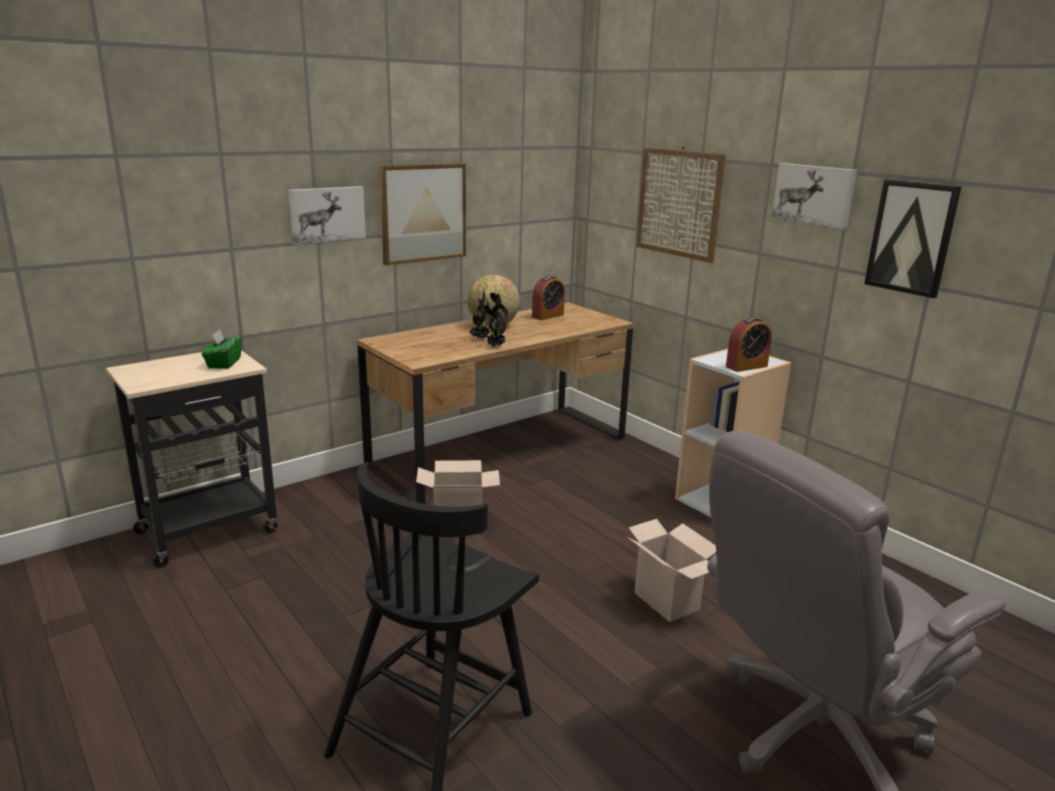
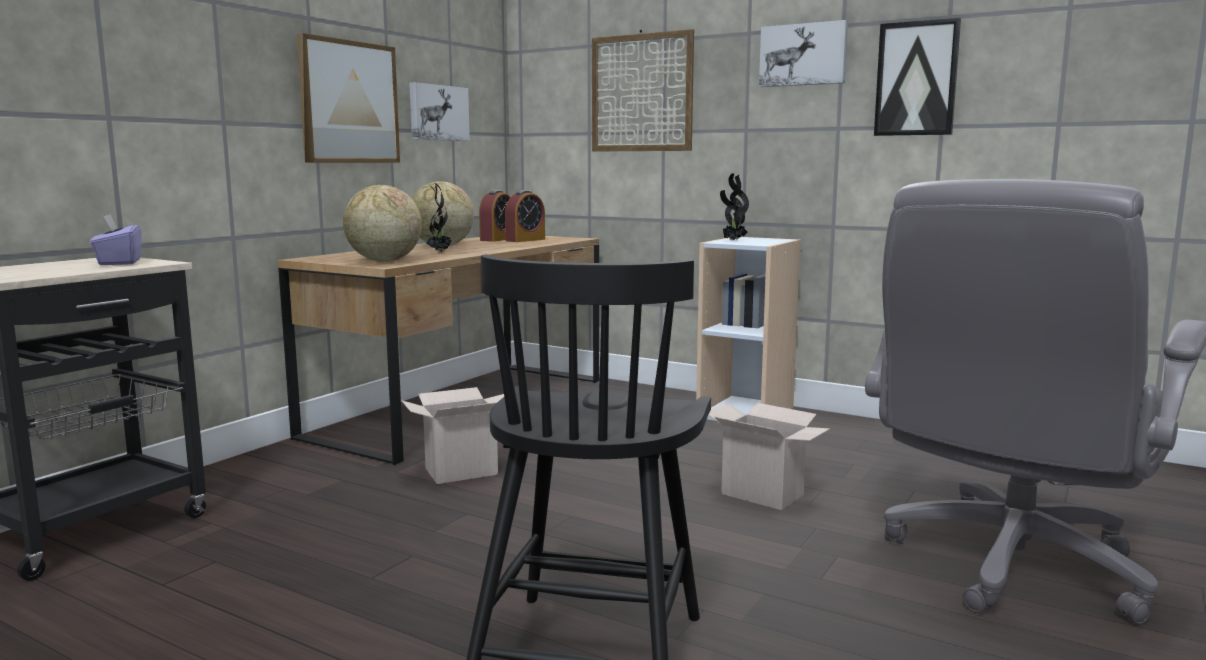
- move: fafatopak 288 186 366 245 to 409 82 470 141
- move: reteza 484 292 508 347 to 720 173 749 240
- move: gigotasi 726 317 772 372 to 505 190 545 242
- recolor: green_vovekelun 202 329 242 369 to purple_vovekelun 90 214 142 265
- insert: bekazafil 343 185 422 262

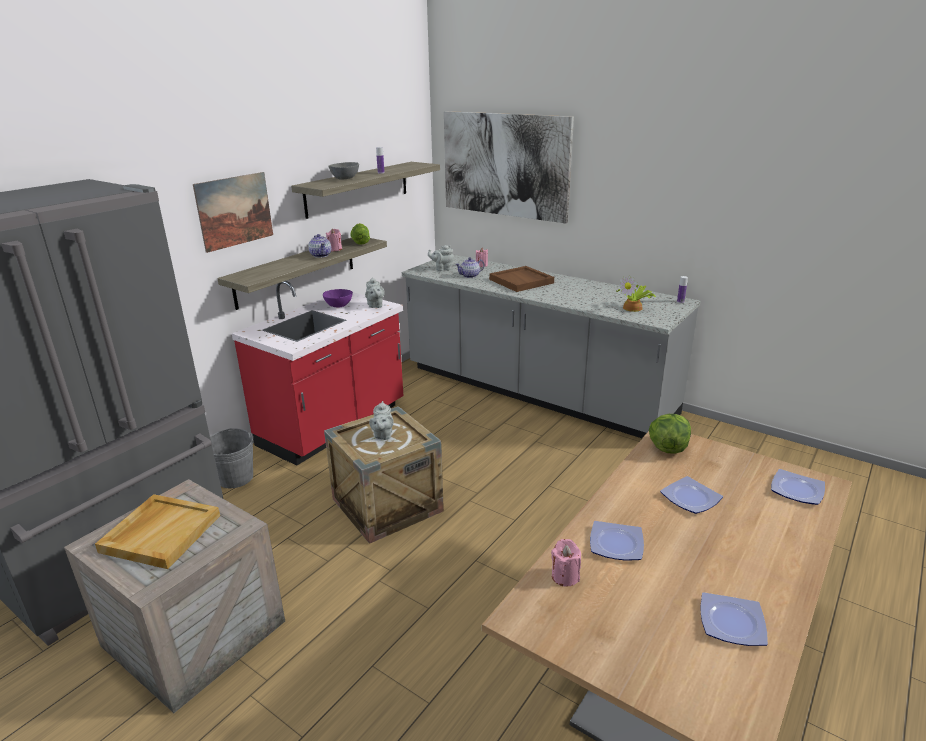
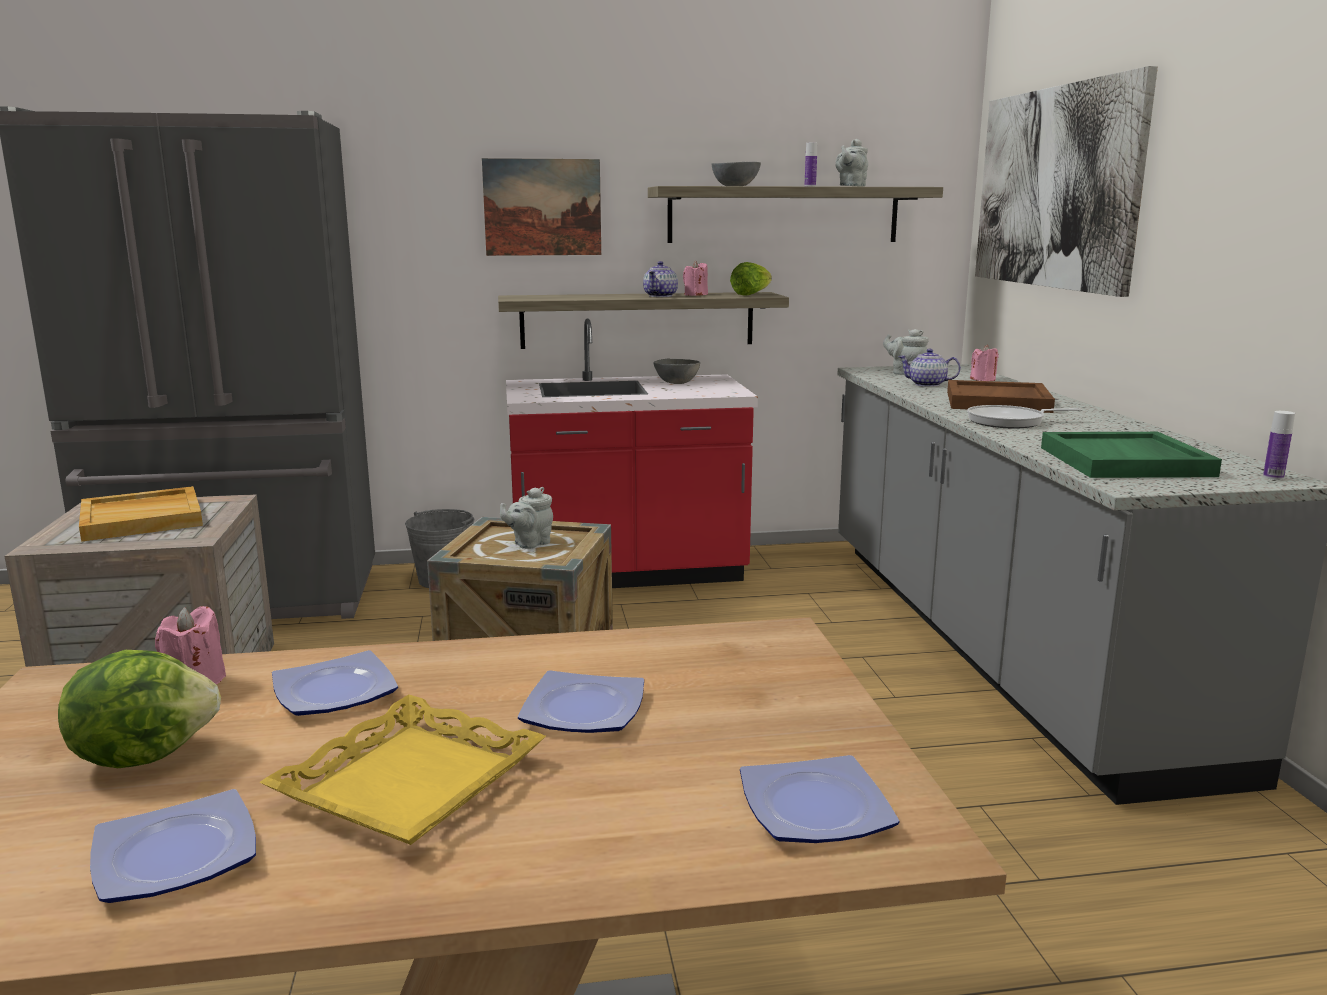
- replace: reteza 617 275 656 312 to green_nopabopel 1041 432 1222 478
- move: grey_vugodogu 365 277 385 308 to 835 139 868 187
- recolor: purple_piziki 323 289 353 307 to grey_piziki 653 359 700 384
- move: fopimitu 649 414 691 454 to 58 650 221 768
- insert: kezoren 967 405 1081 429
- insert: yellow_nopabopel 259 695 546 845

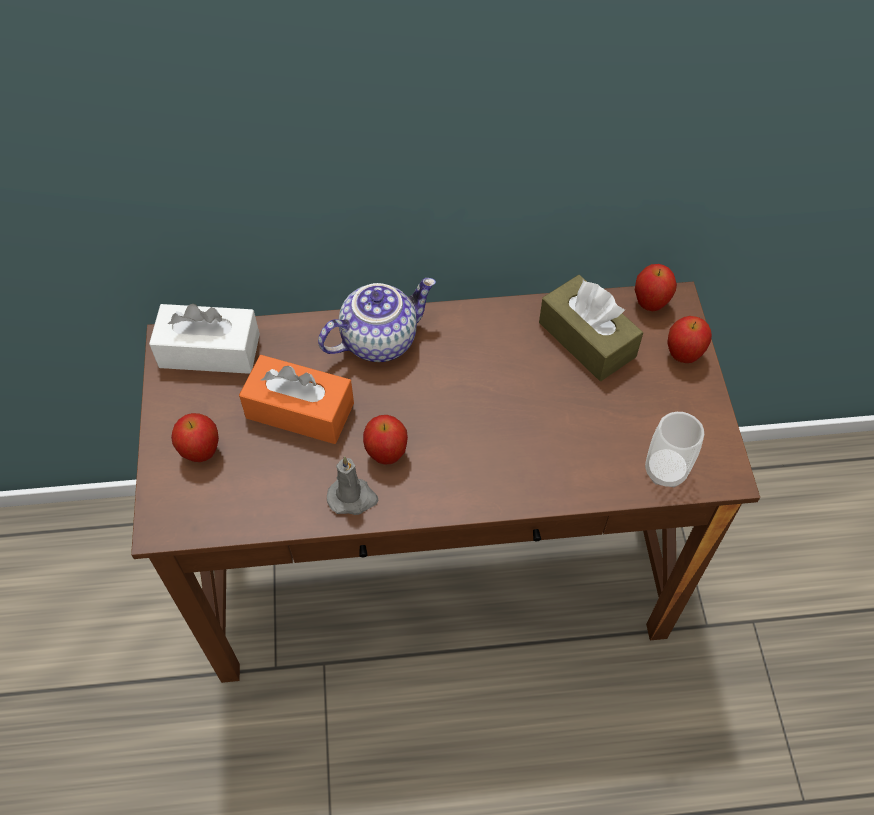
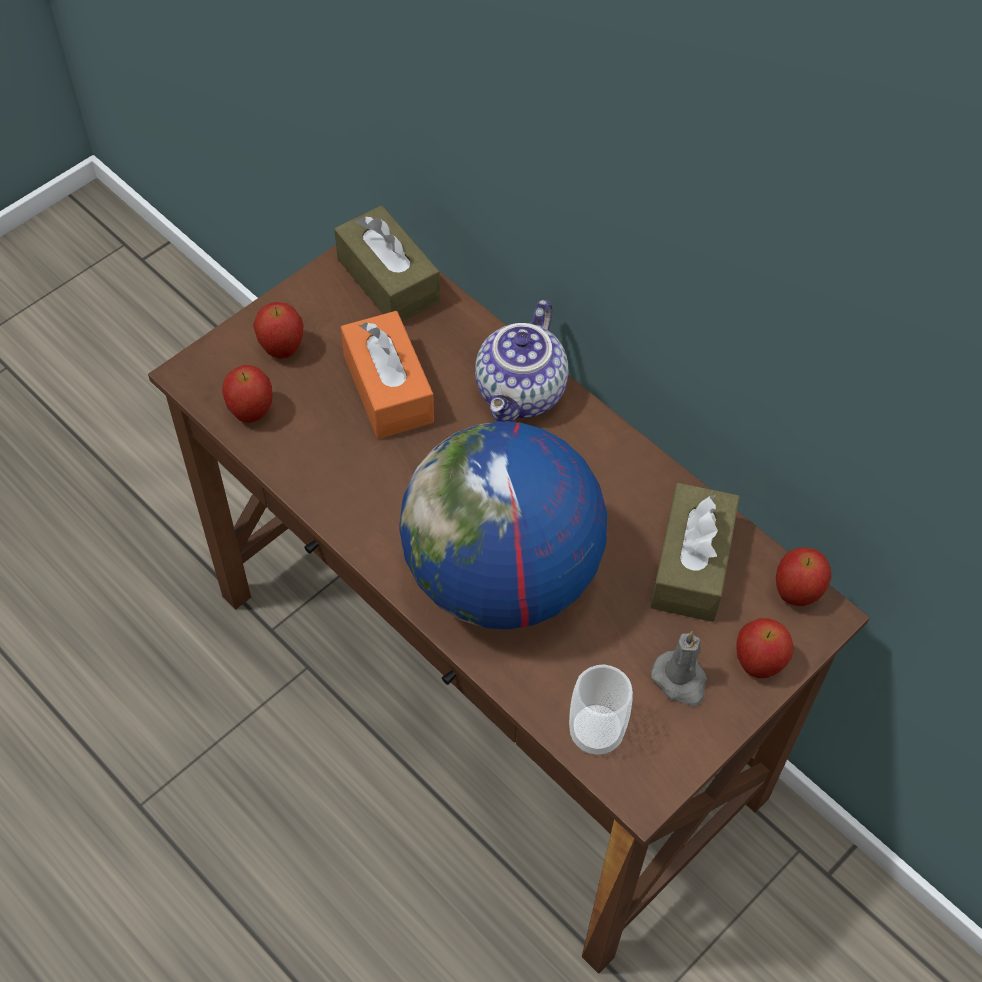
- rotate: vugodogu 318 278 436 362 = 475 300 568 422 90 degrees clockwise
- recolor: white_vovekelun 149 304 260 374 to brown_vovekelun 334 205 440 321
- move: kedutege 363 415 408 464 to 222 365 272 423
- move: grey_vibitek 327 456 379 515 to 651 632 707 706
- insert: bekazafil 399 421 607 630

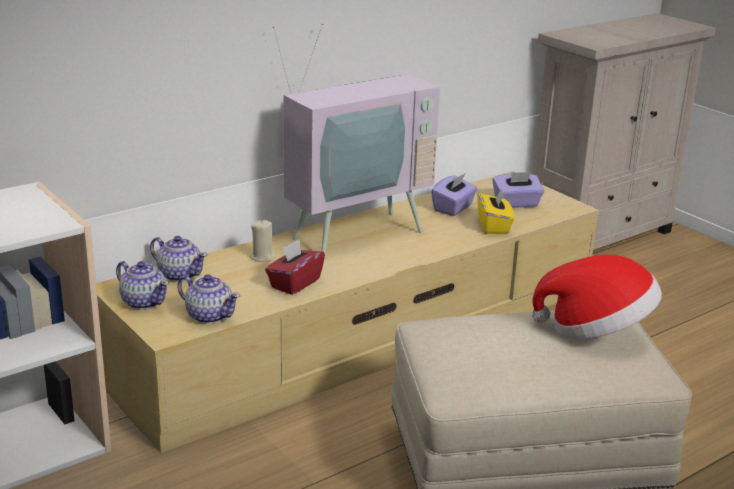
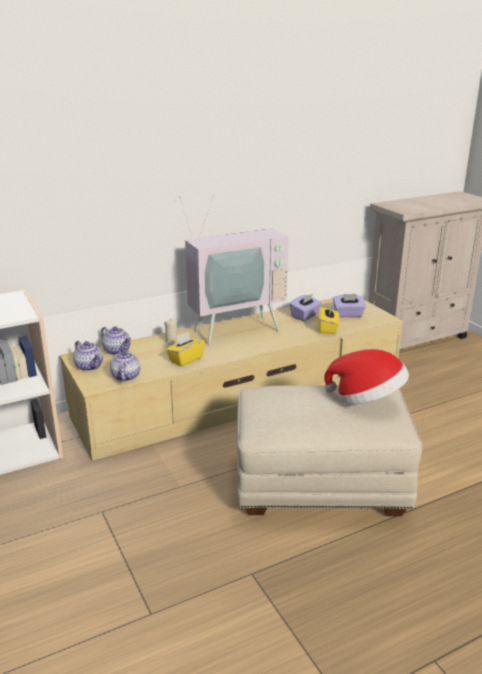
- recolor: red_vovekelun 265 239 325 295 to yellow_vovekelun 166 332 205 366
- rotate: vugodogu 177 274 240 324 = 110 347 140 381 135 degrees counterclockwise

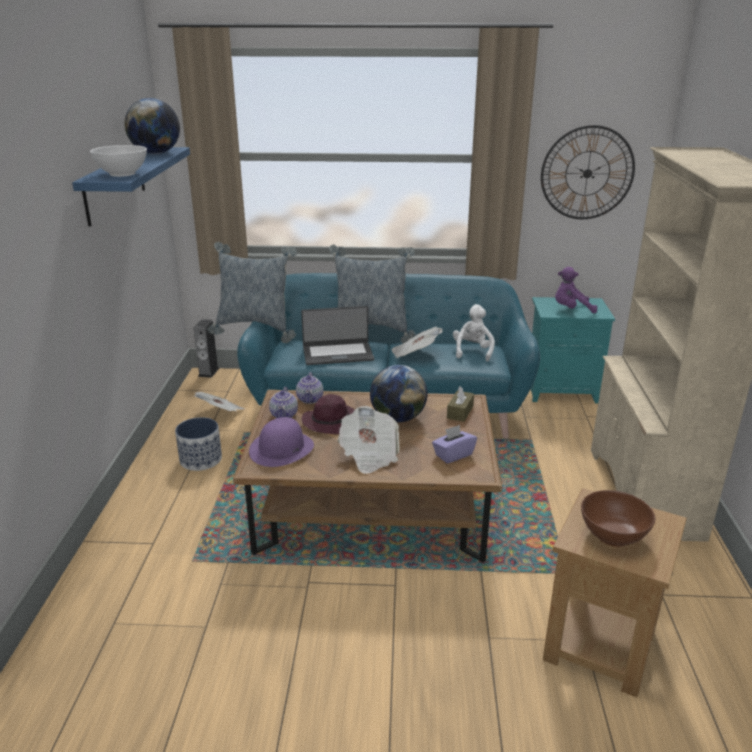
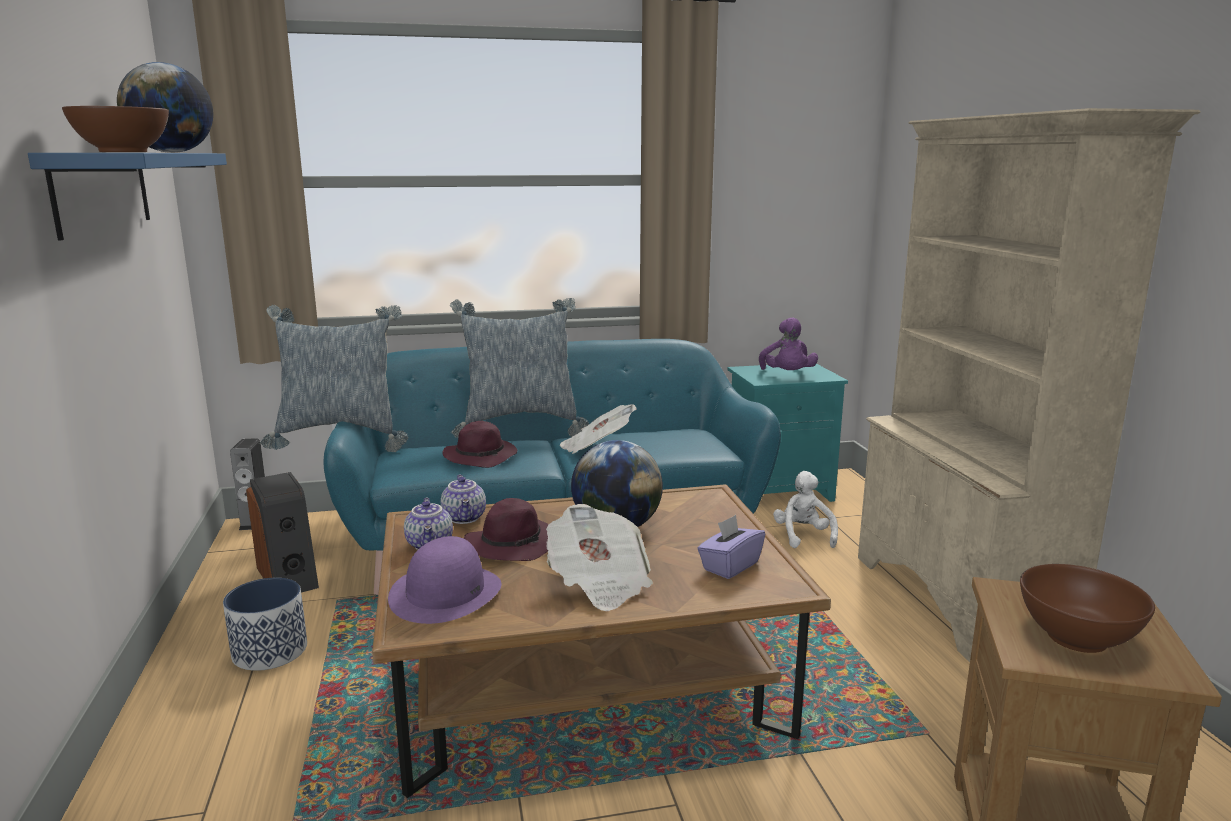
- delete: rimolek 541 125 635 219
- recolor: white_piziki 90 145 147 177 to brown_piziki 62 106 169 152
- rotate: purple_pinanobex 555 267 597 313 = 759 318 818 370 75 degrees counterclockwise
- move: white_pinanobex 453 304 495 362 to 773 471 838 548
- replace: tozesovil 301 306 374 365 to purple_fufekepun 442 421 517 468
- delete: brown_vovekelun 447 386 474 422
- replace: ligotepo 194 392 245 411 to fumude 246 472 319 593

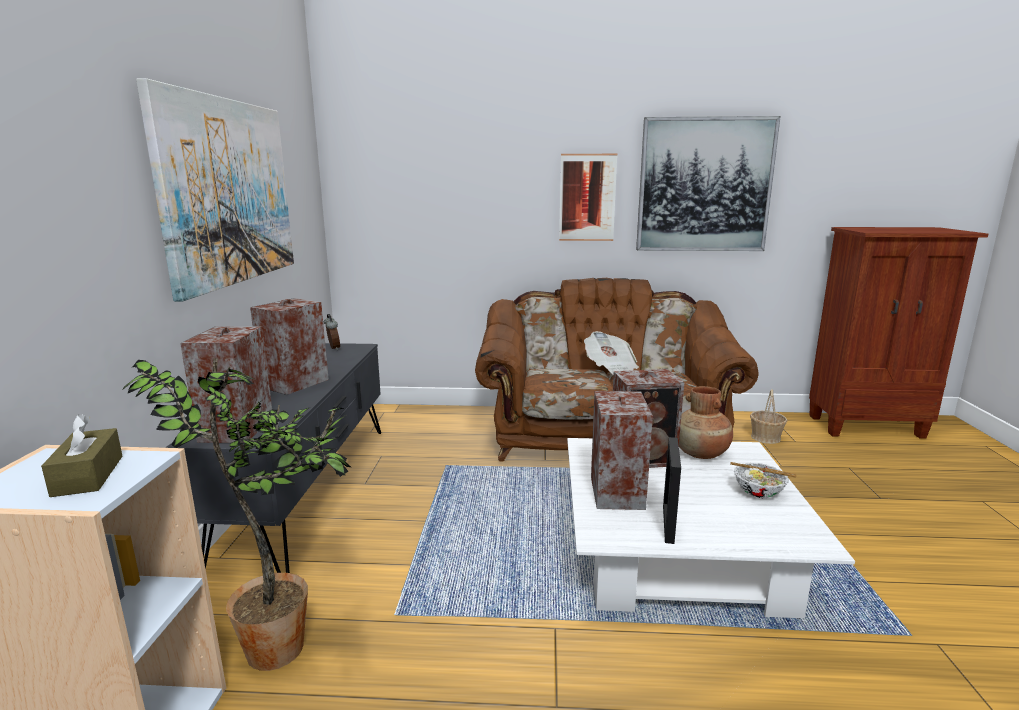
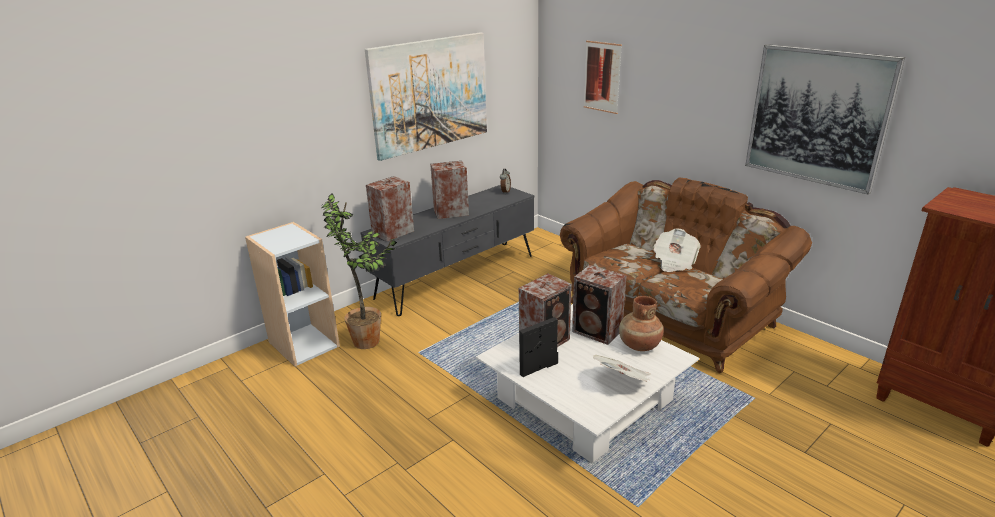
- move: fafatopak 559 154 617 241 to 584 41 622 114
- delete: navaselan 750 390 787 444
- delete: brown_vovekelun 41 414 122 497
- replace: piziki 730 462 796 498 to ligotepo 593 355 651 382

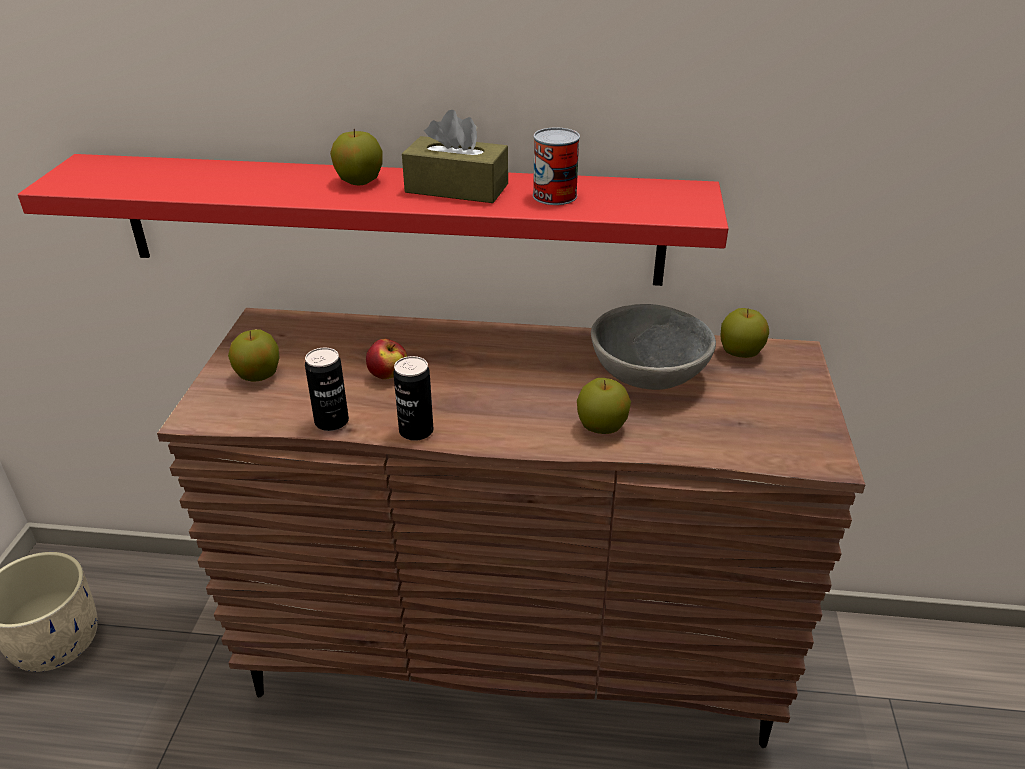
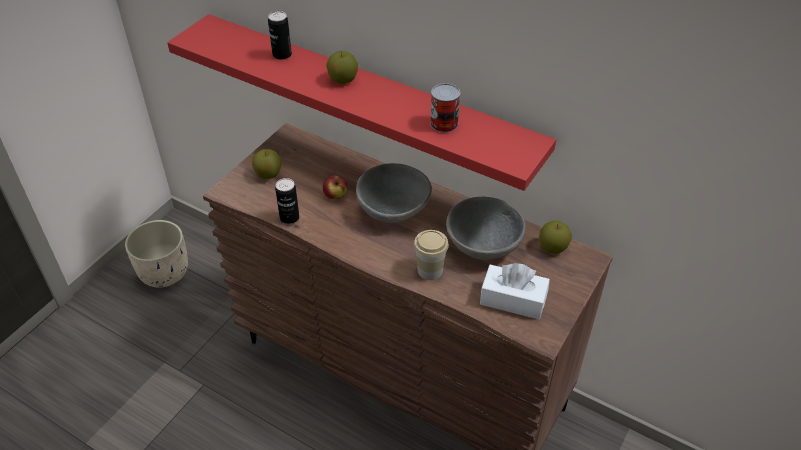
- delete: brown_vovekelun 402 110 508 203
- move: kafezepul 393 356 433 441 to 268 11 292 60
- replace: kedutege 577 378 631 434 to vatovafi 414 230 449 280
- insert: grey_piziki 356 163 432 223
- insert: white_vovekelun 480 263 550 320

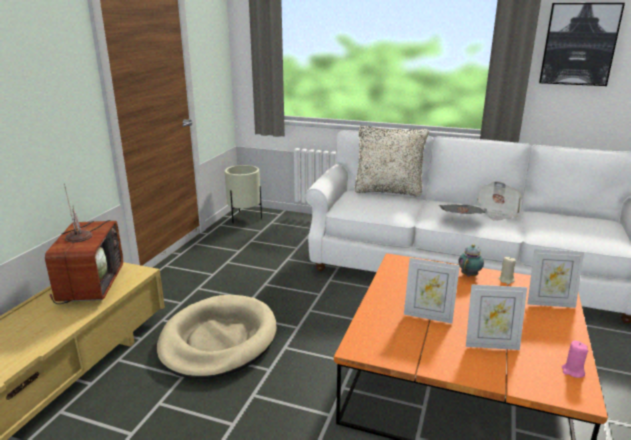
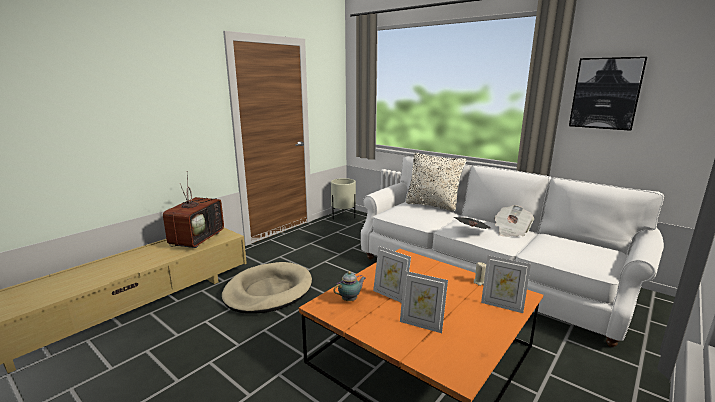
- move: vugodogu 458 244 484 277 to 333 271 366 301
- delete: pink_vibitek 562 340 588 378

